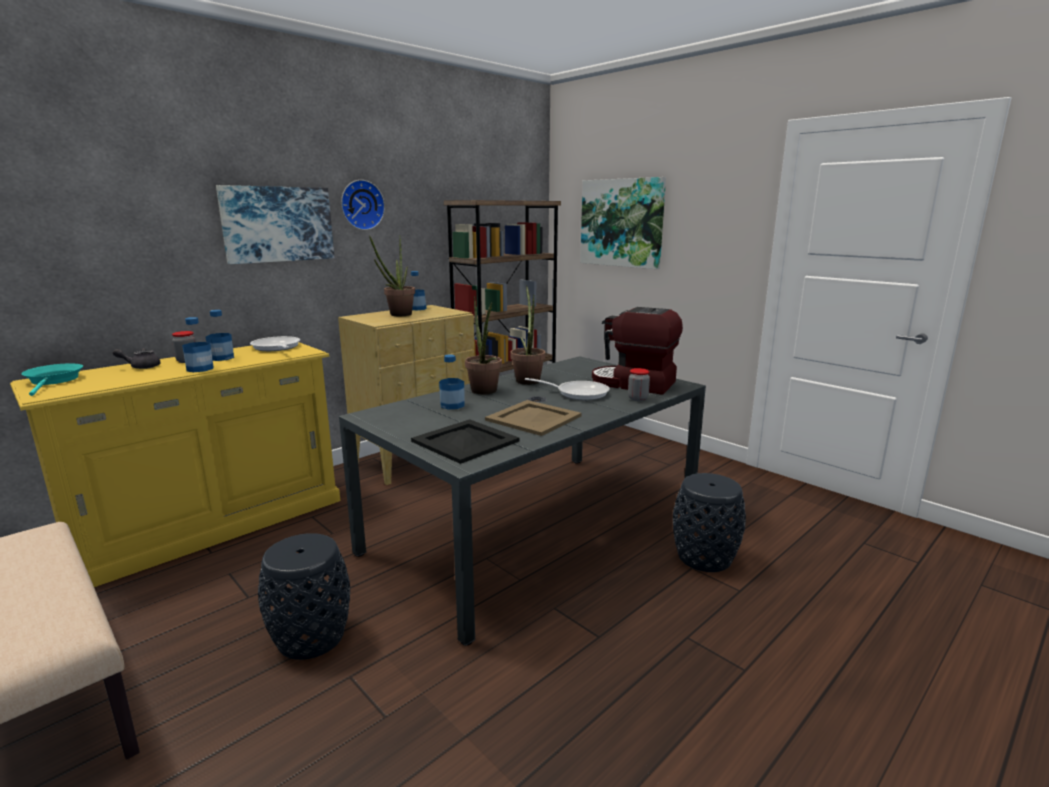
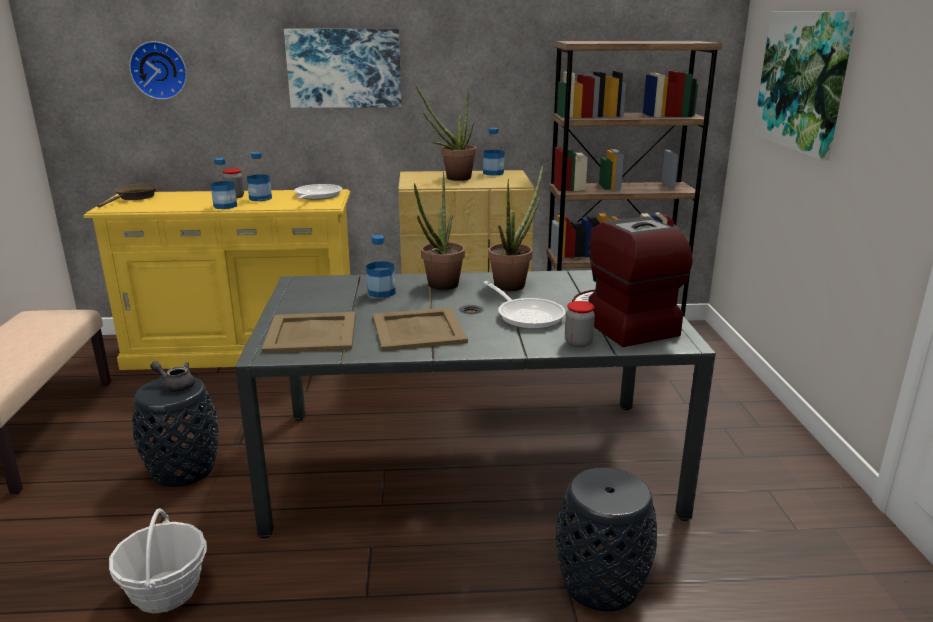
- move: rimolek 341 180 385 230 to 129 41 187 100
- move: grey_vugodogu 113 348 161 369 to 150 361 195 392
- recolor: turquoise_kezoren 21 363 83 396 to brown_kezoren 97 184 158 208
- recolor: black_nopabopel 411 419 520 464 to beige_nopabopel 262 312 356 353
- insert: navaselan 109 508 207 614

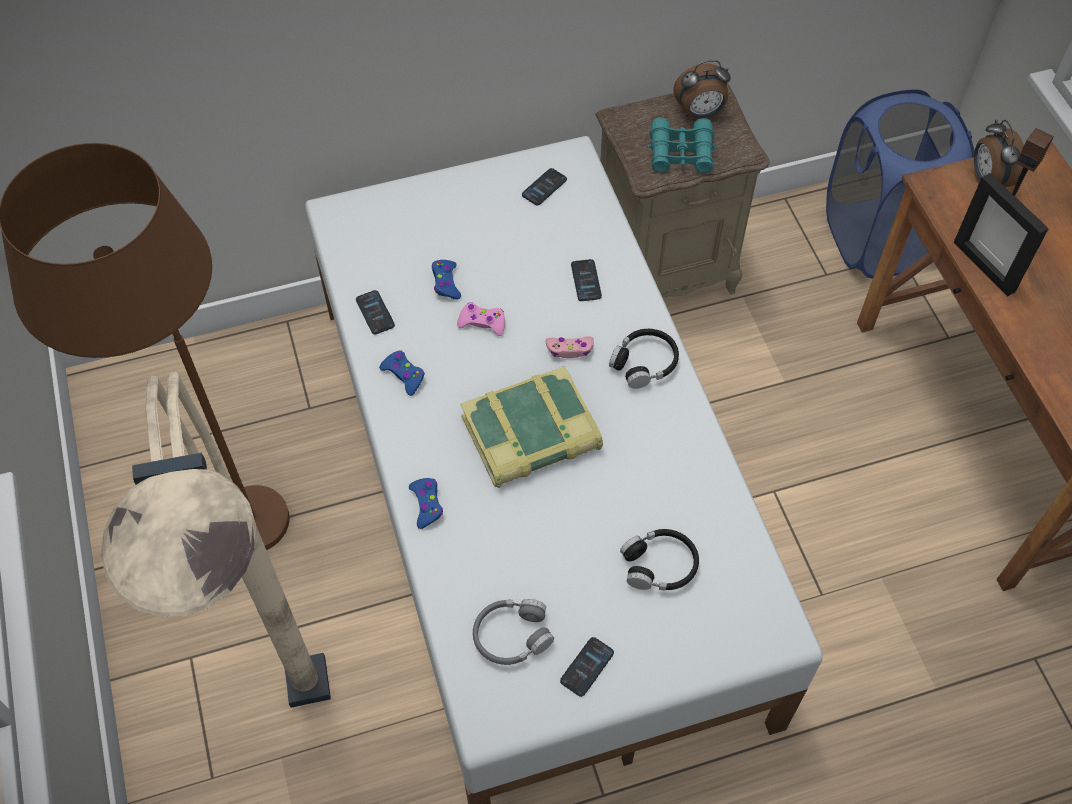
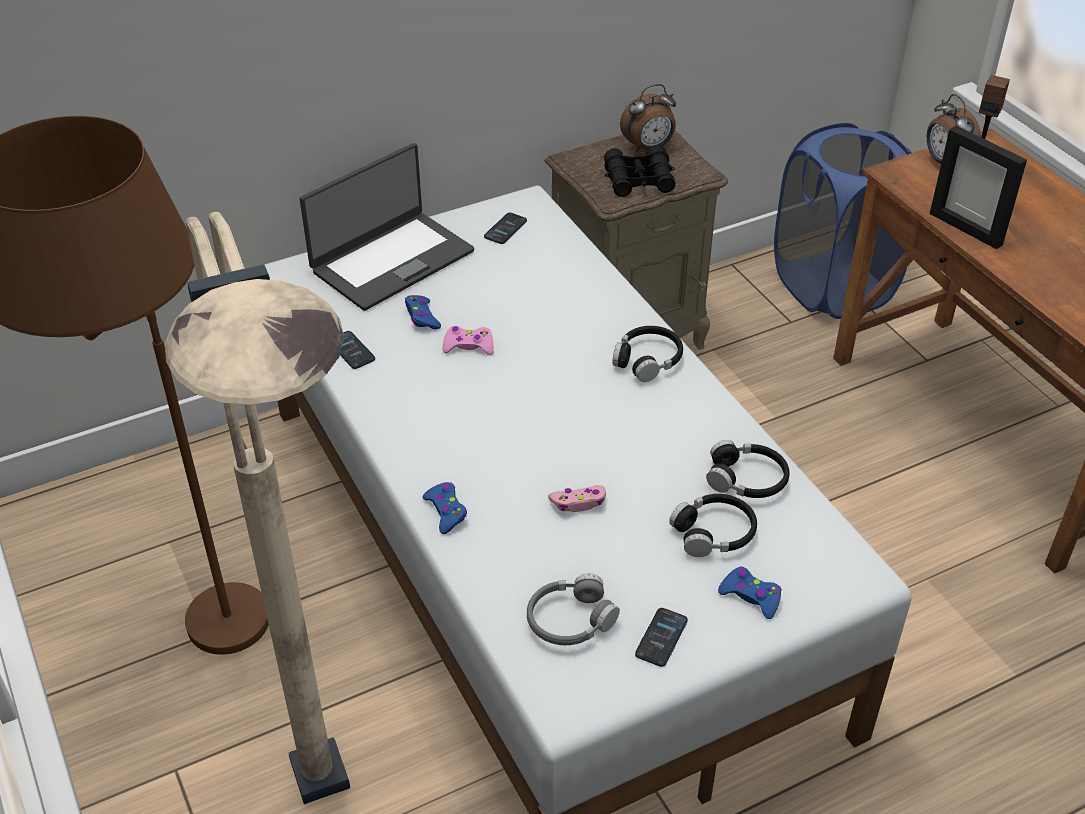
- recolor: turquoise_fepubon 647 118 717 173 to black_fepubon 604 145 675 197
- delete: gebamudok 571 259 602 301
- move: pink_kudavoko 546 336 594 358 to 548 485 606 512
- move: blue_kudavoko 379 350 425 396 to 718 566 782 619
- delete: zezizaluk 460 366 603 488
- insert: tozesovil 300 143 474 311
- insert: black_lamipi 706 440 790 498

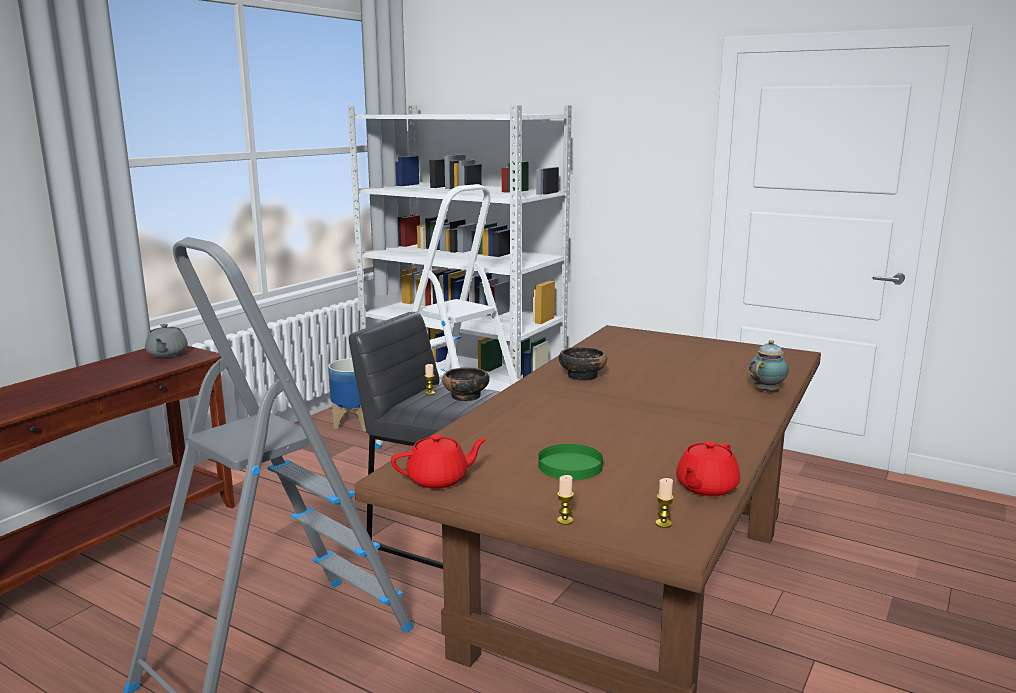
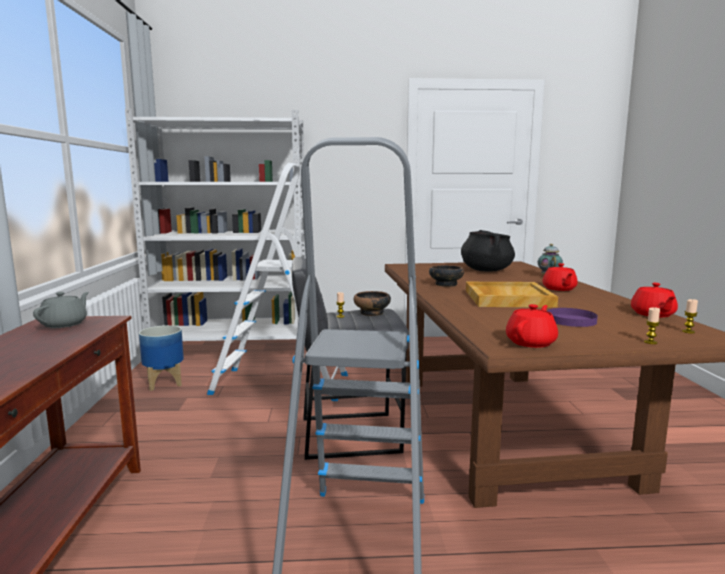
- rotate: grey_vugodogu 145 324 188 358 = 33 292 89 328 120 degrees counterclockwise
- recolor: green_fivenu 538 444 603 480 to purple_fivenu 547 308 598 327
- insert: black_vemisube 461 230 515 272
- insert: red_vugodogu 542 263 578 291
- insert: beige_nopabopel 466 282 558 308

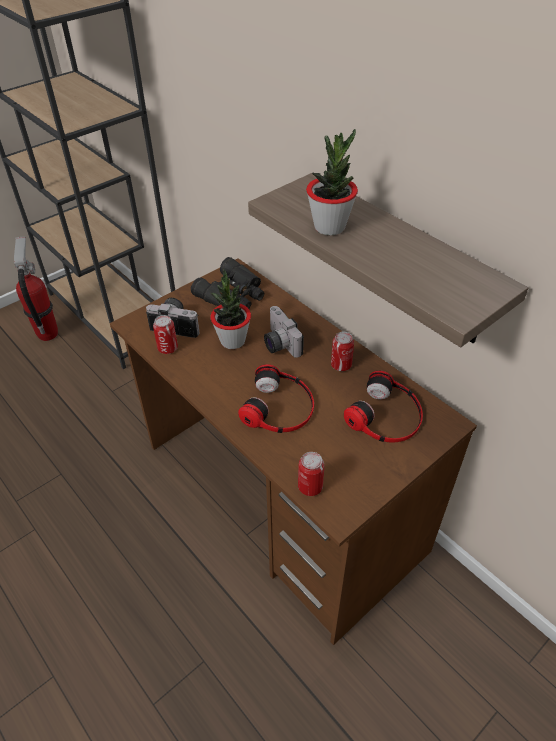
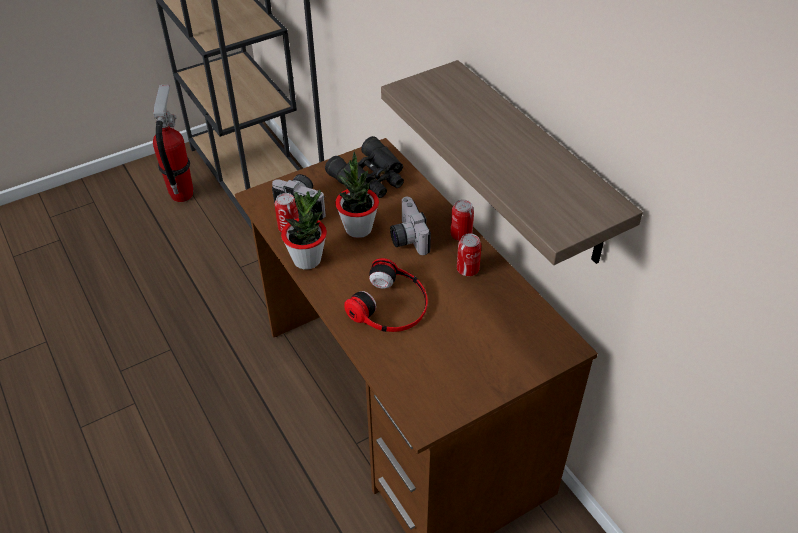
- move: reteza 306 129 358 235 to 281 190 327 269
- delete: lamipi 344 371 423 442
- move: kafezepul 298 452 324 496 to 450 199 474 241

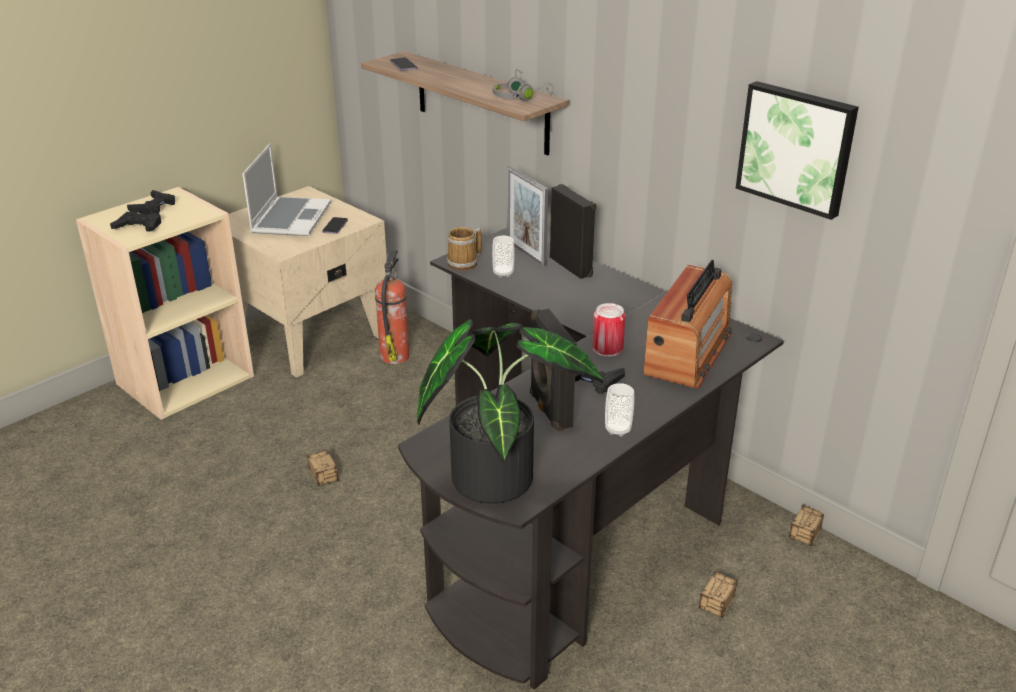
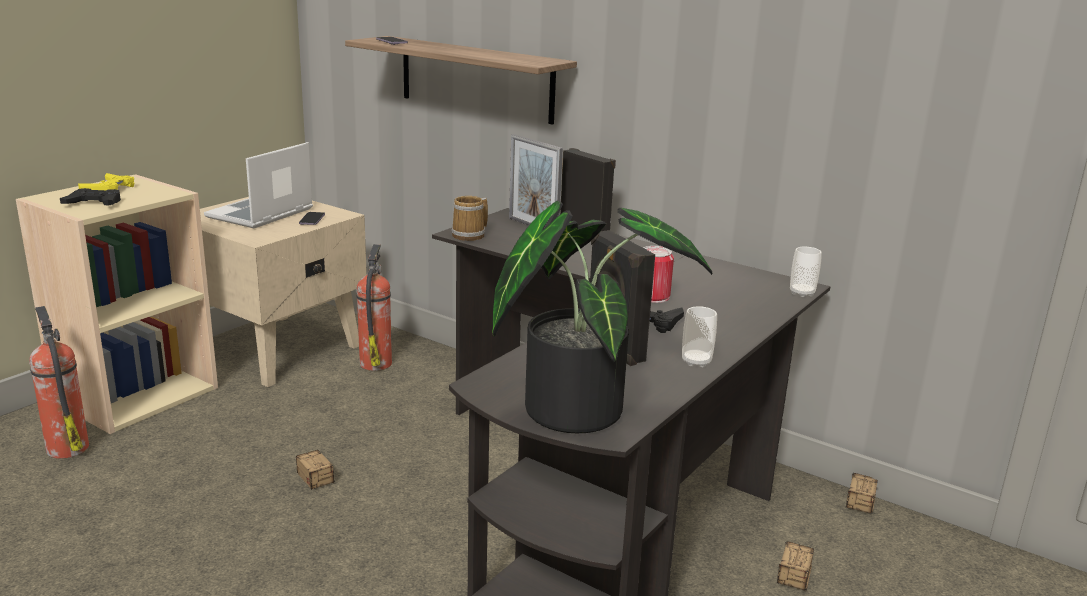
- delete: grey_lamipi 493 69 553 101
- delete: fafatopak 736 81 859 220
- rotate: tozesovil 242 144 331 236 = 204 142 313 228 150 degrees counterclockwise
- recolor: black_kudavoko 127 190 175 214 to yellow_kudavoko 78 173 134 190
- move: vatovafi 492 236 515 278 to 790 247 822 297
- delete: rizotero 643 260 732 389
- insert: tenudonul 29 306 89 459

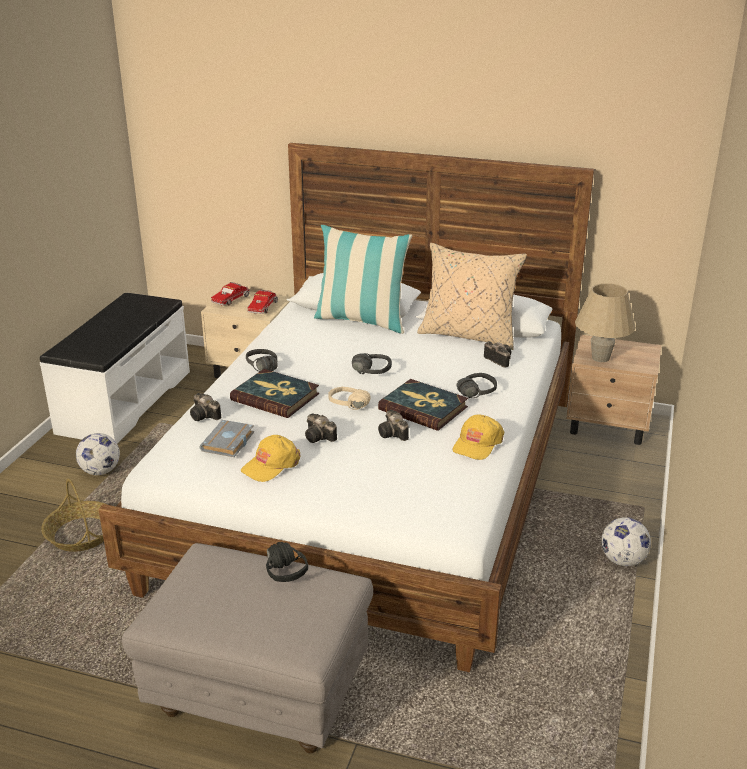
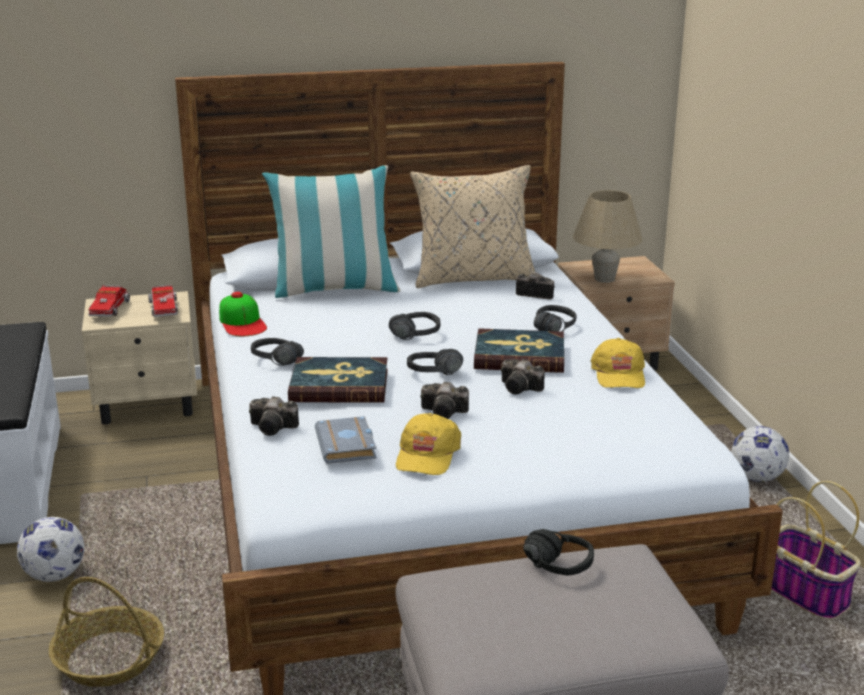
- recolor: beige_lamipi 328 387 371 410 to black_lamipi 407 349 463 375
- insert: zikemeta 219 292 267 336
- insert: navaselan 771 481 861 620

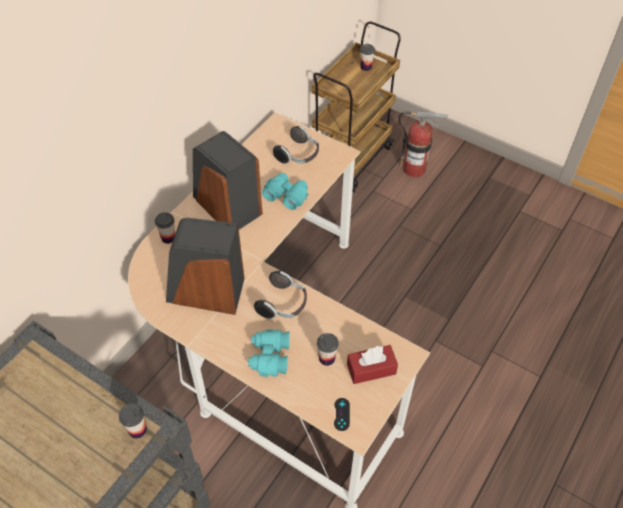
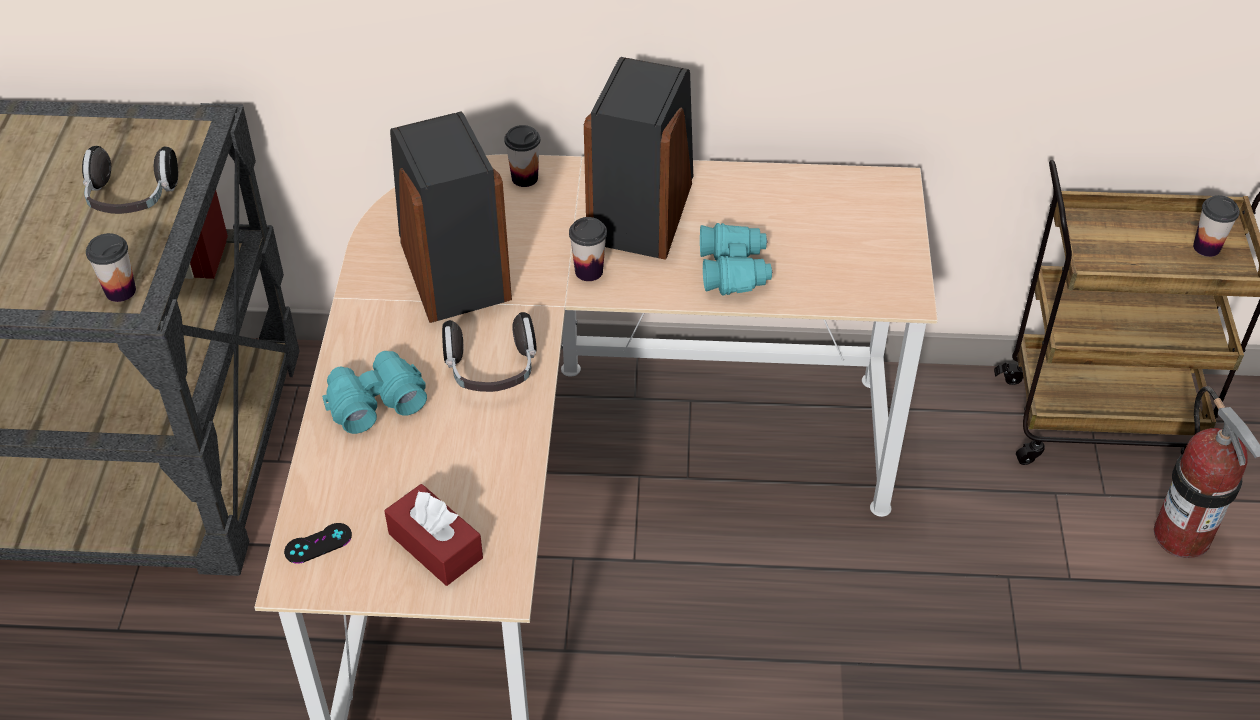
- move: lamipi 273 126 319 164 to 82 146 178 214
- move: vatovafi 317 333 339 366 to 569 217 607 281

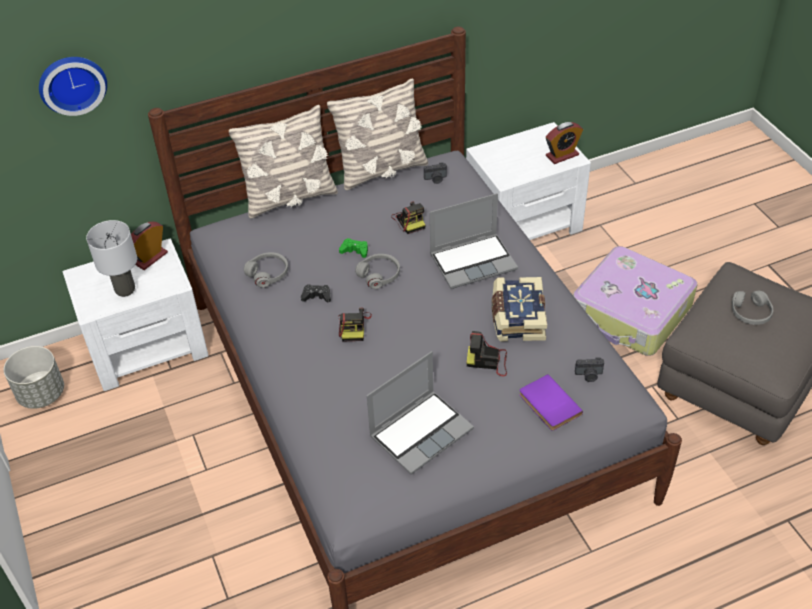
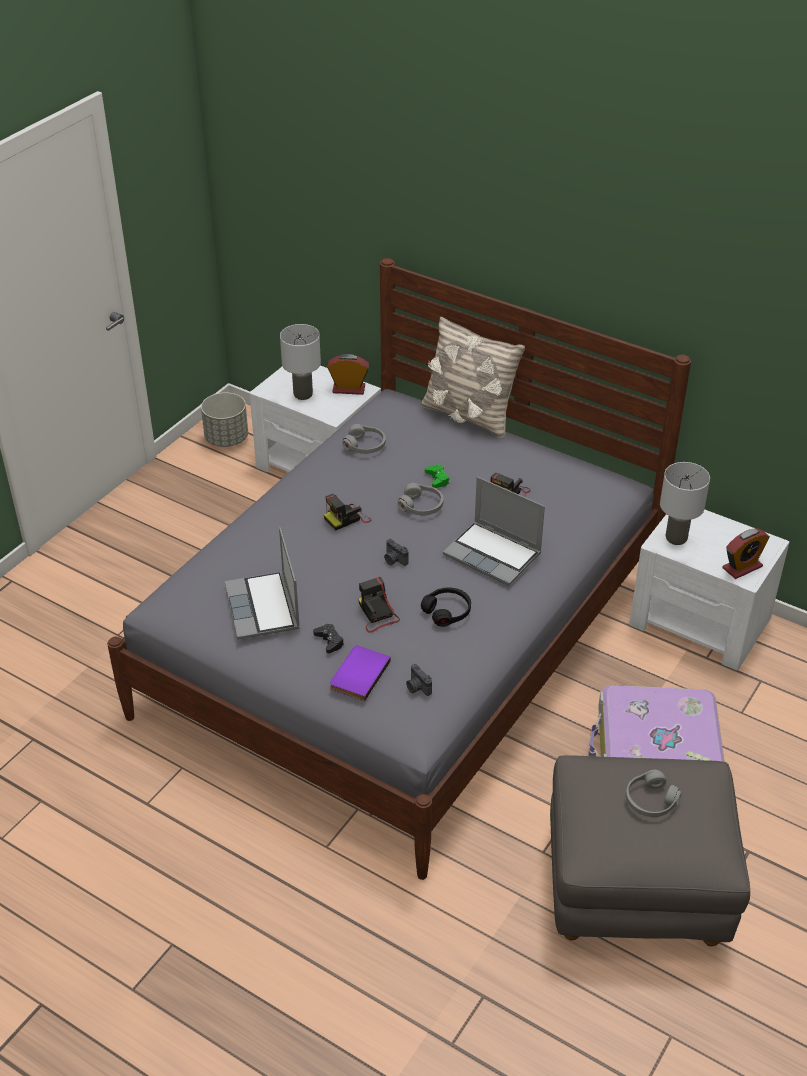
- delete: rimolek 39 57 107 116
- delete: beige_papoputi 327 79 428 190
- rotate: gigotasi 546 122 583 164 = 723 528 770 579 60 degrees counterclockwise
- move: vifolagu 424 162 447 184 to 384 539 408 566
- replace: zezizaluk 492 277 547 341 to black_lamipi 421 587 471 627
- move: black_kudavoko 301 285 331 302 to 313 624 344 654
- rotate: tozesovil 367 351 474 475 = 225 527 300 639 60 degrees clockwise
- insert: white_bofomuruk 660 462 710 545

